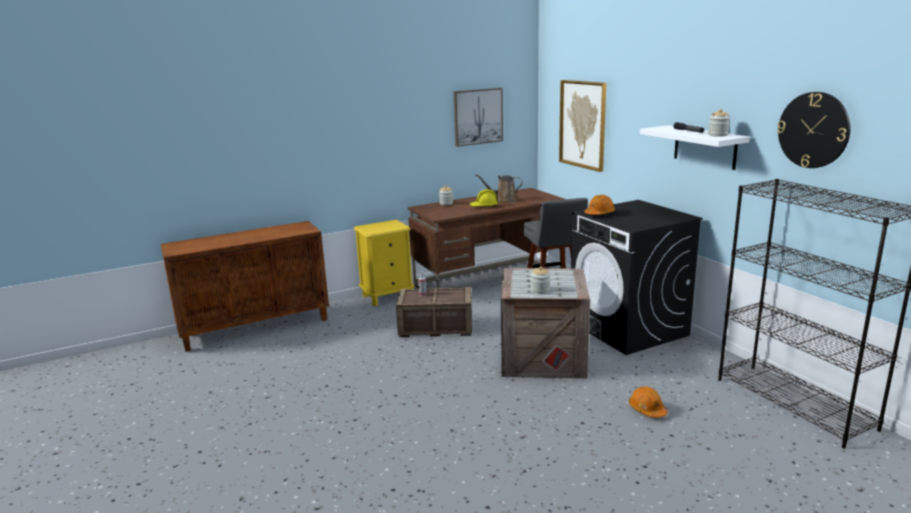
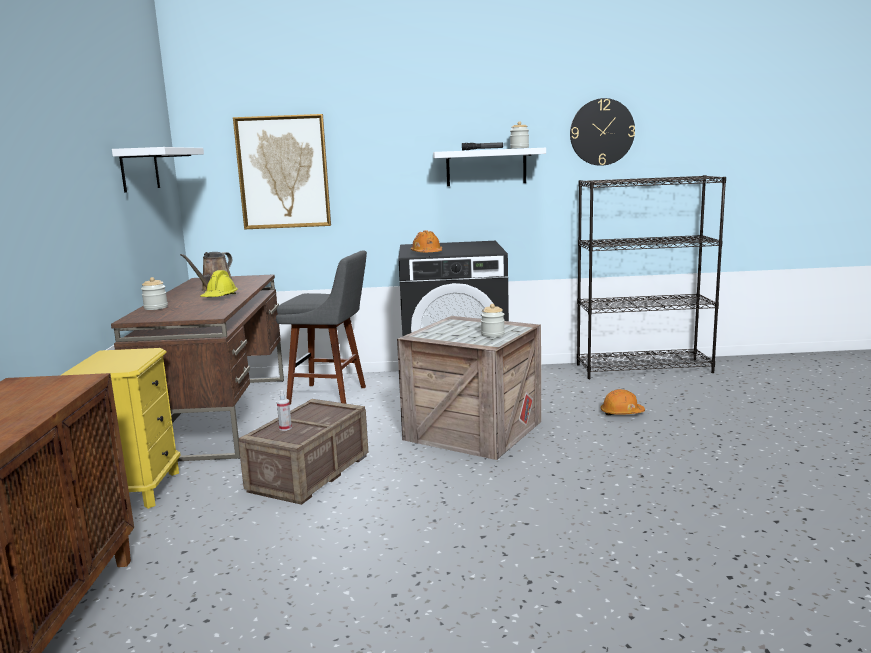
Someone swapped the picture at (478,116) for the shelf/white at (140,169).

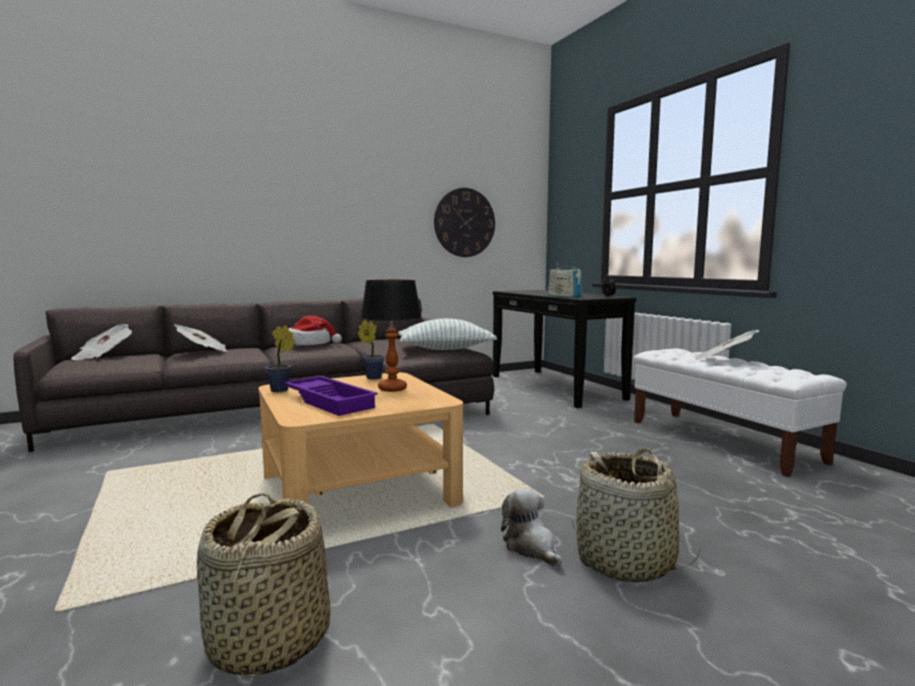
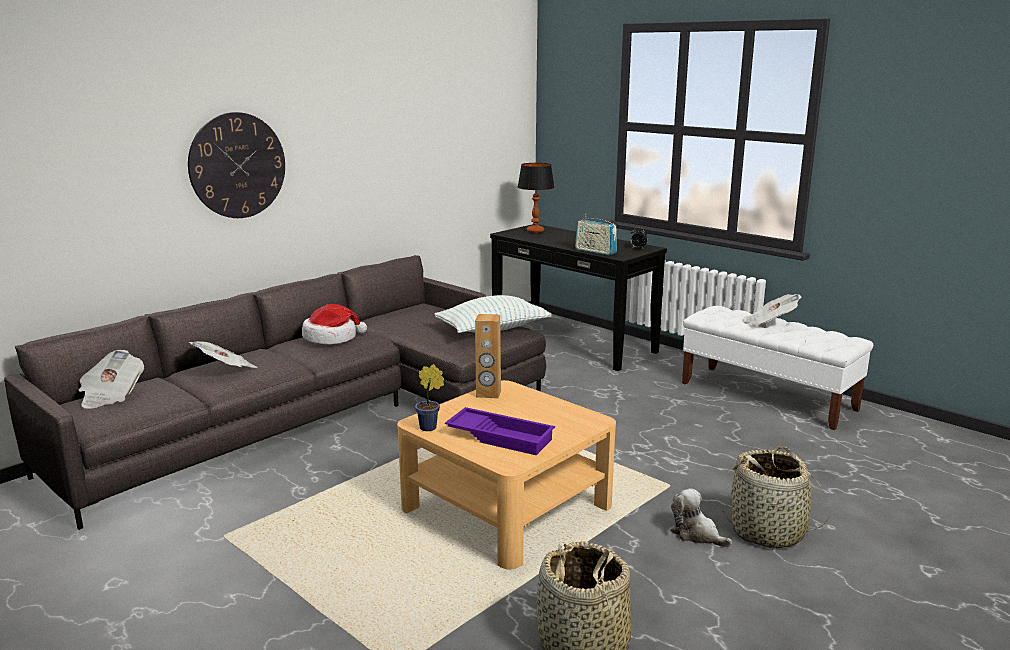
Someone carried the wall clock from (464,222) to (237,165). Someone carried the table lamp from (392,389) to (535,231). Someone swapped the potted plant at (372,377) for the speaker/brown at (488,394).

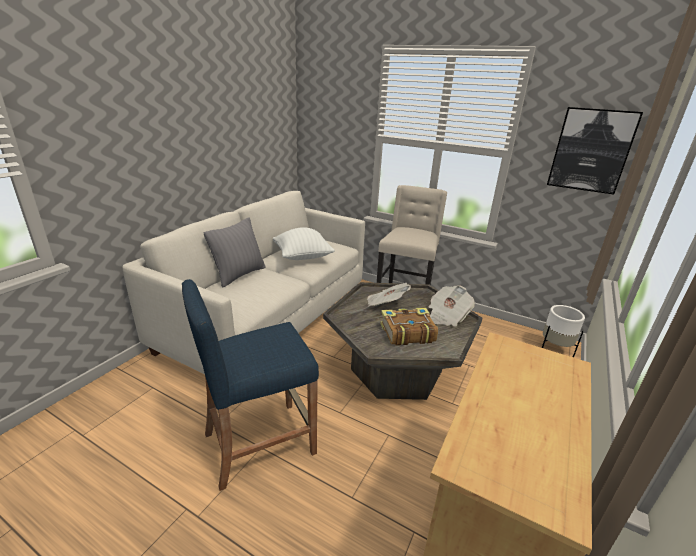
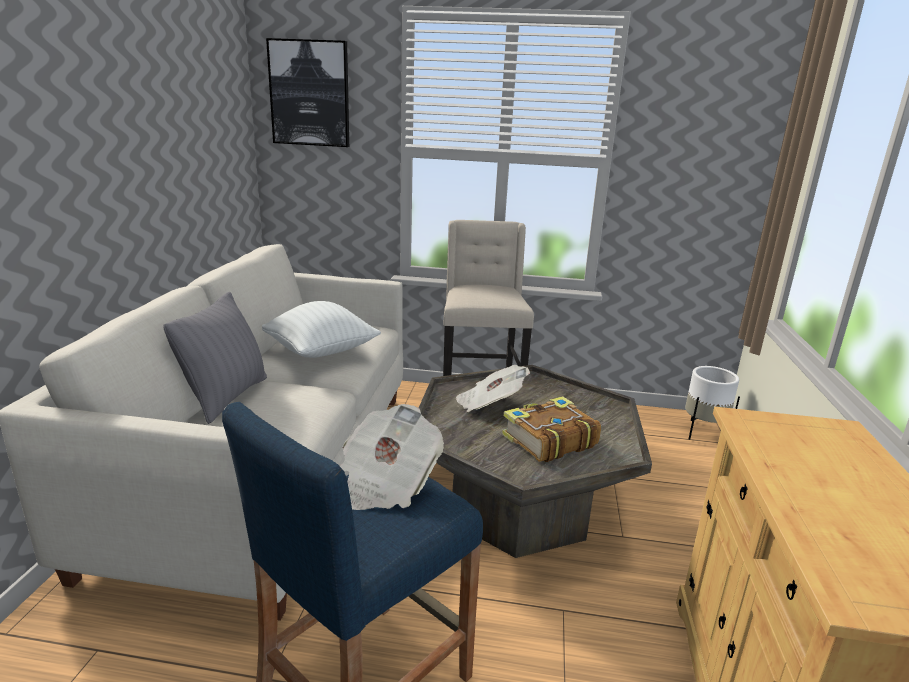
Someone carried the picture from (591,150) to (310,93). Someone carried the newspaper from (447,316) to (386,482).

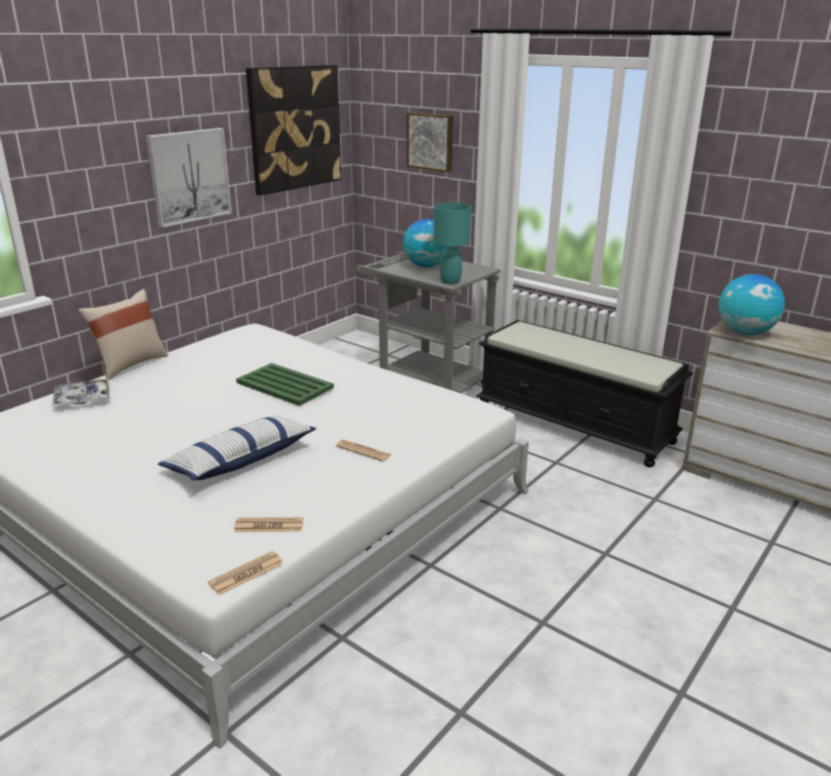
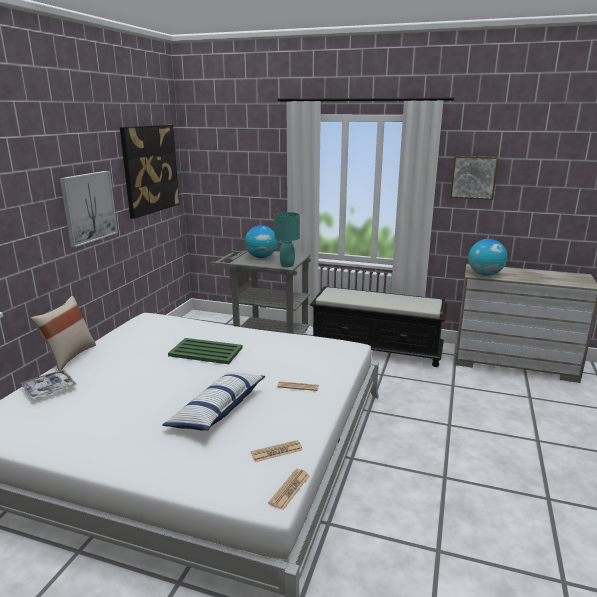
Someone carried the picture from (431,141) to (473,177).

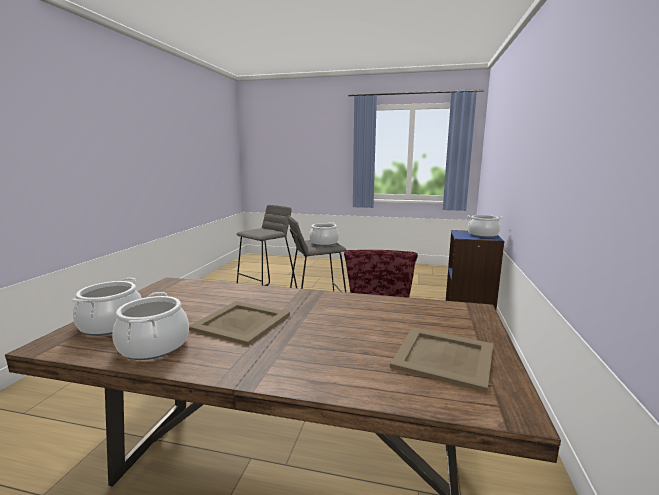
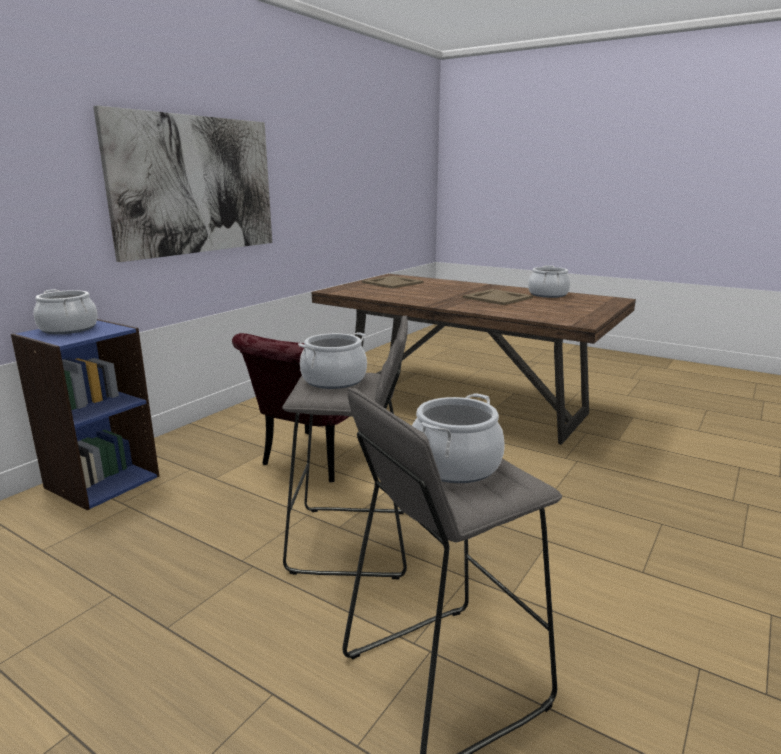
Someone carried the cooking pot from (112,325) to (454,465). Someone put up the picture at (195,185).

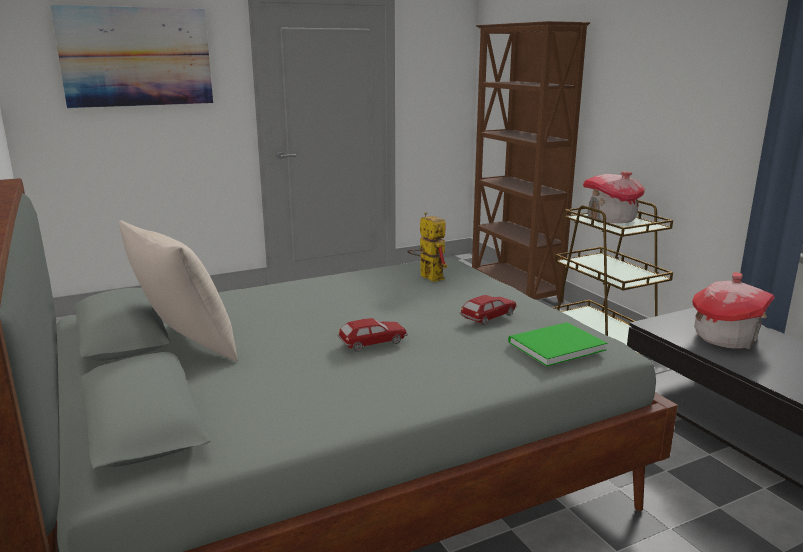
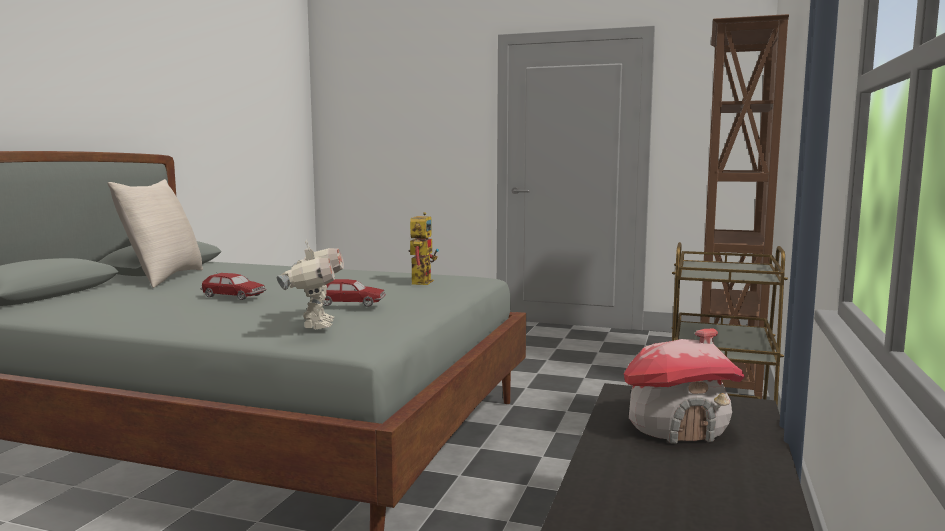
Someone took away the picture at (136,57). Someone took away the toy house at (611,219). Someone swapped the book/green at (553,346) for the toy robot at (315,325).

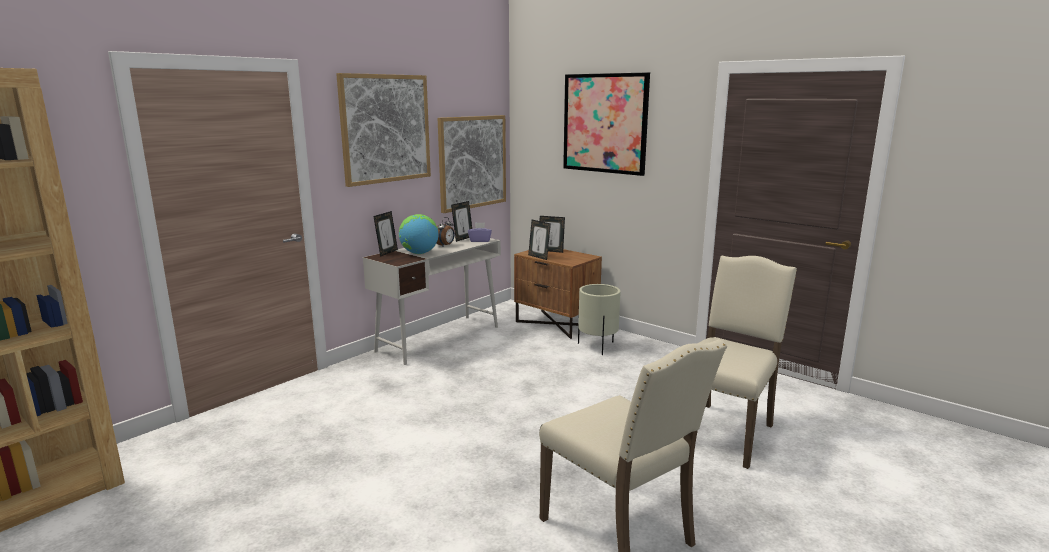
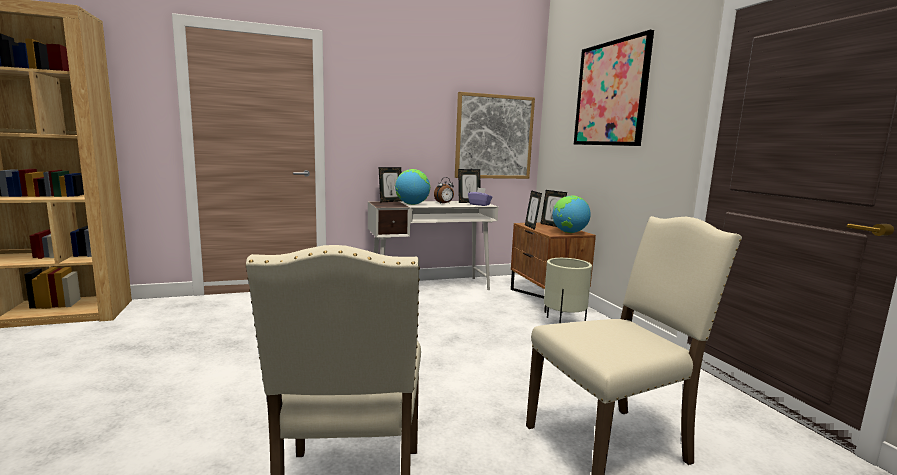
Someone took away the picture at (385,128). Someone put down the globe at (569,232).

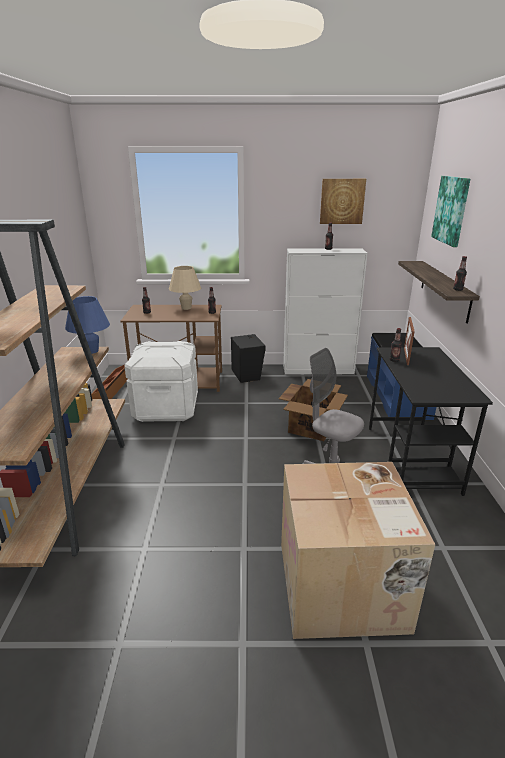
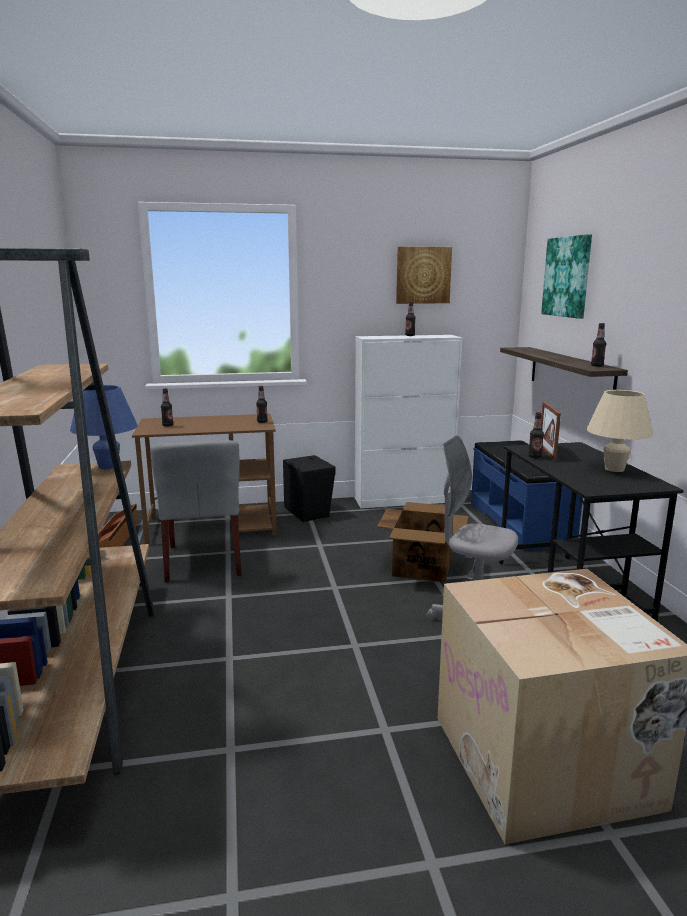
Someone carried the table lamp/beige from (186,308) to (614,469). Someone swapped the storage box/white at (166,408) for the chair/grey at (204,561).

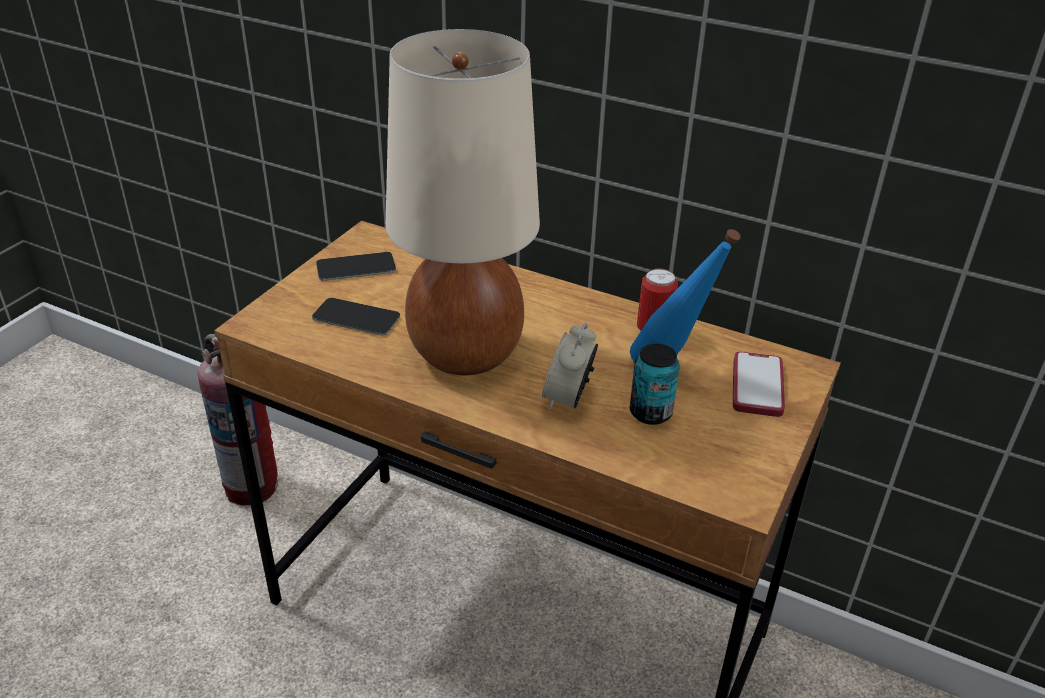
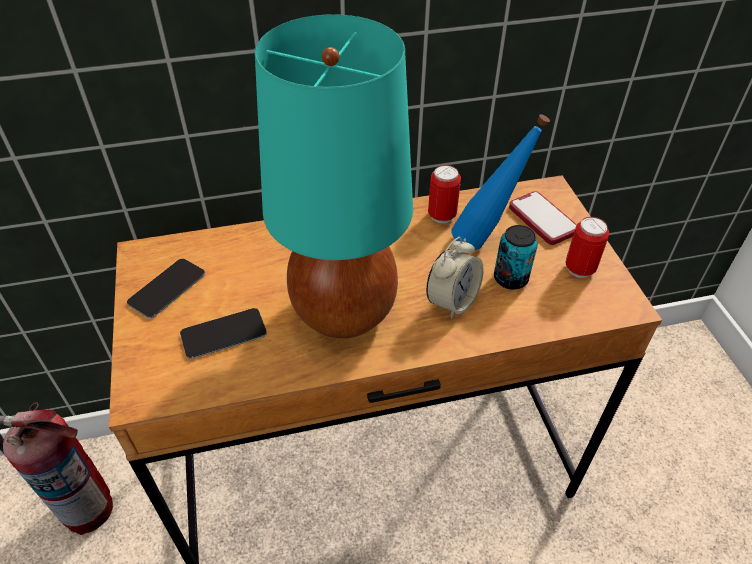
Someone repainted the table lamp/beige at (467,353), which became the table lamp/turquoise at (345,310). Someone rotated the alarm clock at (568,398) by 120 degrees counterclockwise. Someone put down the can at (579,269).

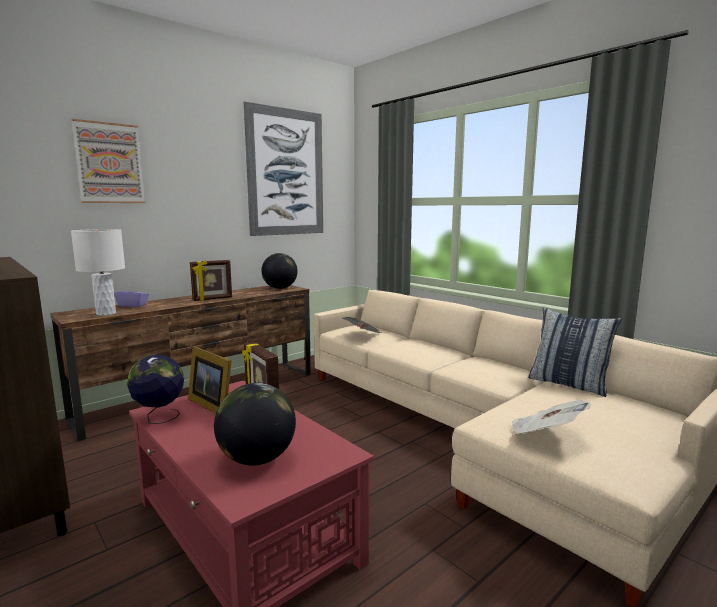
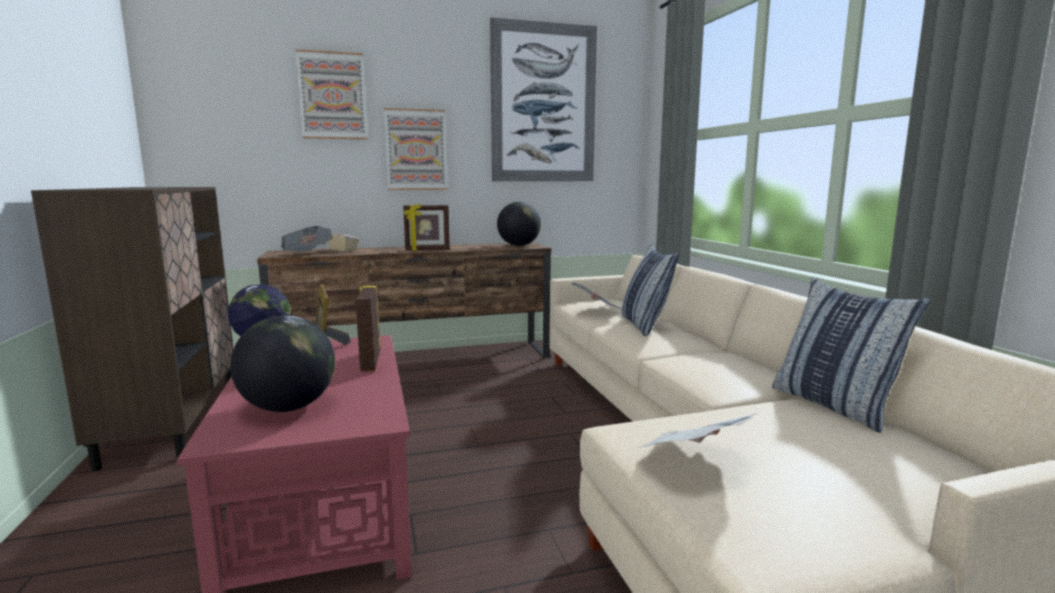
Someone swapped the table lamp/white at (105,313) for the newspaper at (307,254). Someone repainted the tissue box/purple at (133,305), which became the tissue box/beige at (344,250). Someone put up the picture at (416,150). Someone put down the pillow at (645,325).

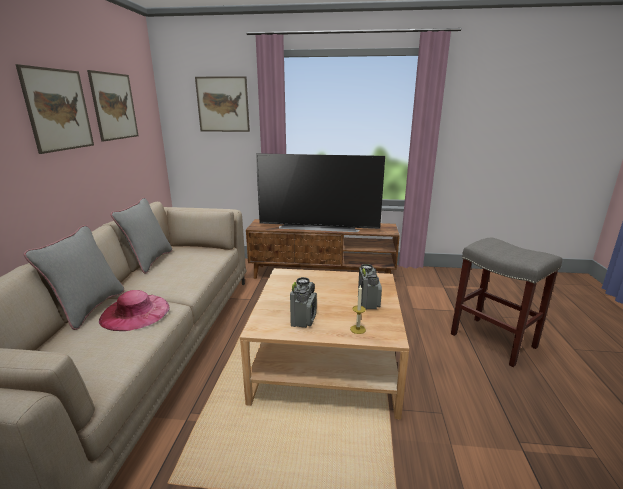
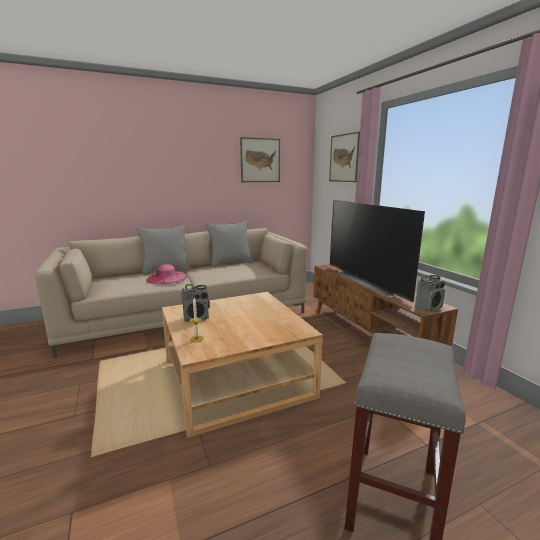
Someone took away the picture at (58,110). Someone carried the radio from (368,302) to (428,308).

